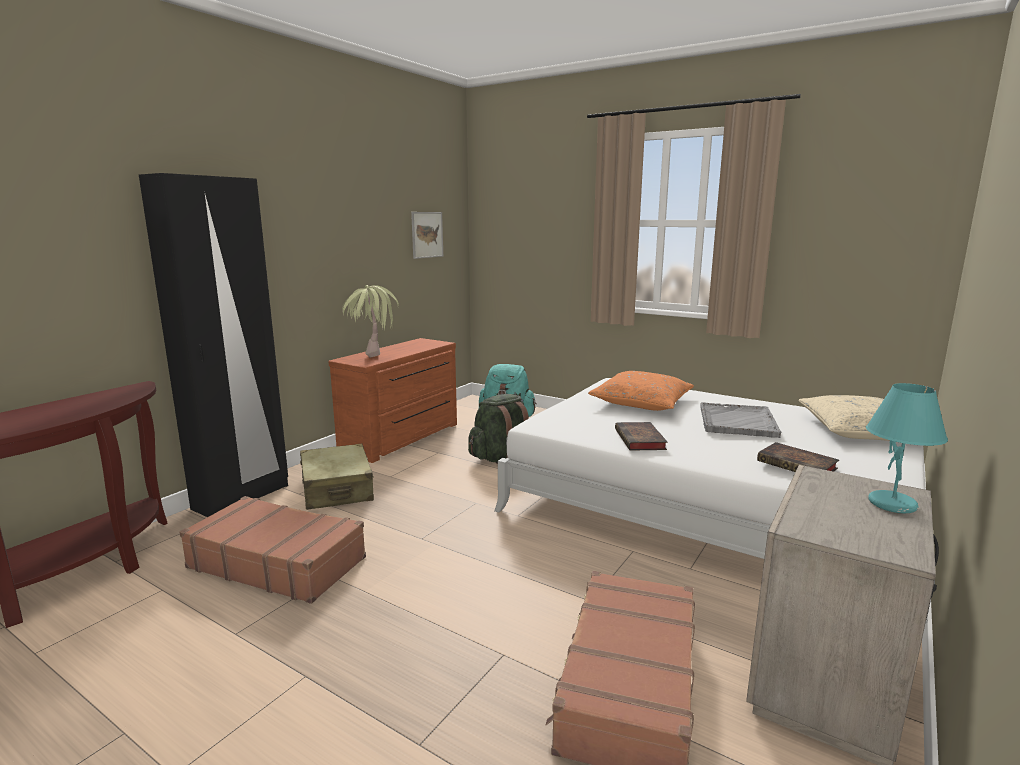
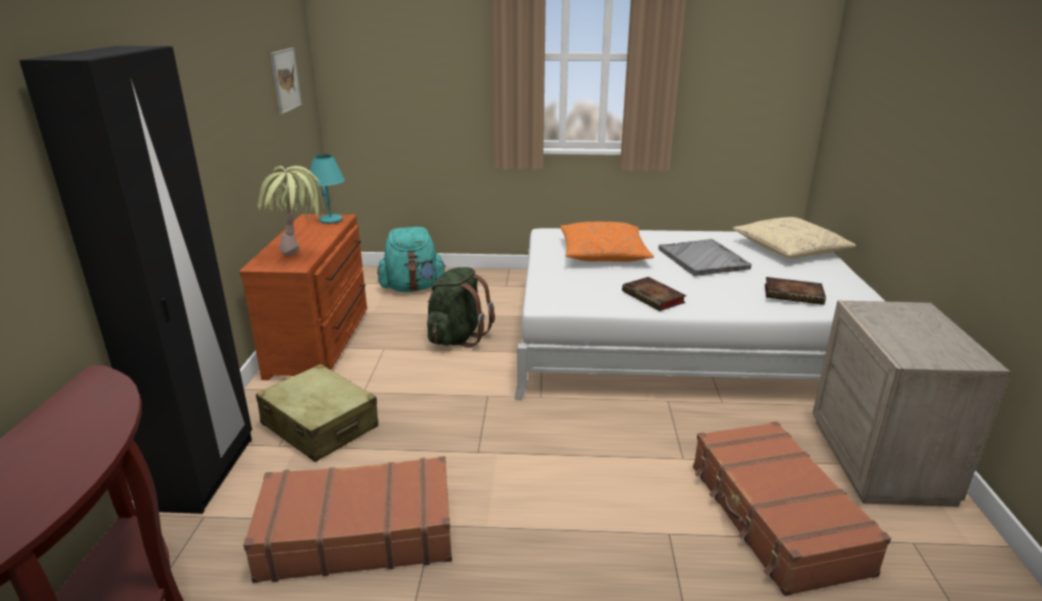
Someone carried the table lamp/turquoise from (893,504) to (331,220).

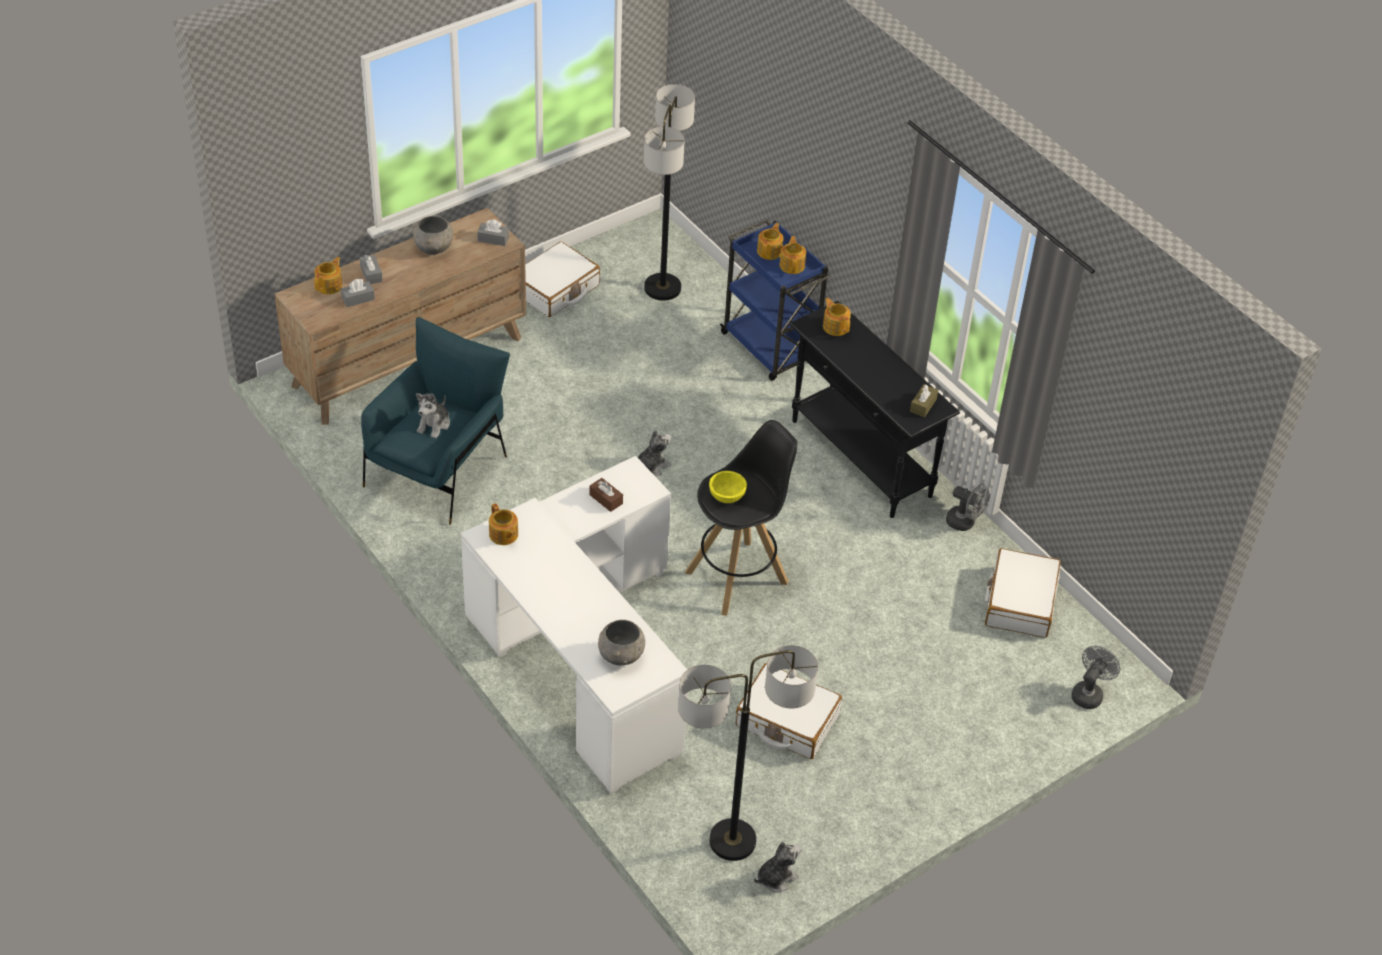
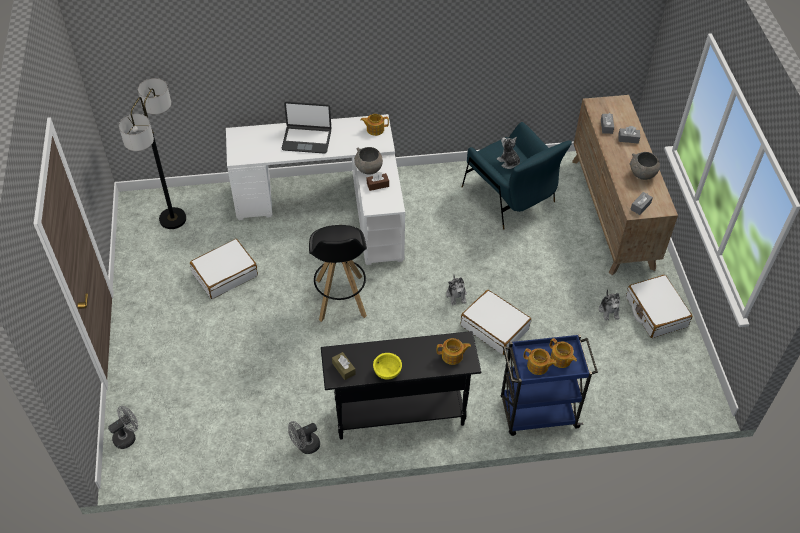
Someone took away the floor lamp at (662,288). Someone took away the teapot at (329,285). Someone carried the bowl/yellow from (726,496) to (387,371). Someone carried the suitcase/white from (1020,602) to (495,327). Someone carried the bowl/grey from (621,656) to (368,169). Someone rotated the fan/grey at (1089,693) by 105 degrees counterclockwise. Someone carried the plush toy from (776,877) to (609,310). Someone put down the laptop at (307,139).

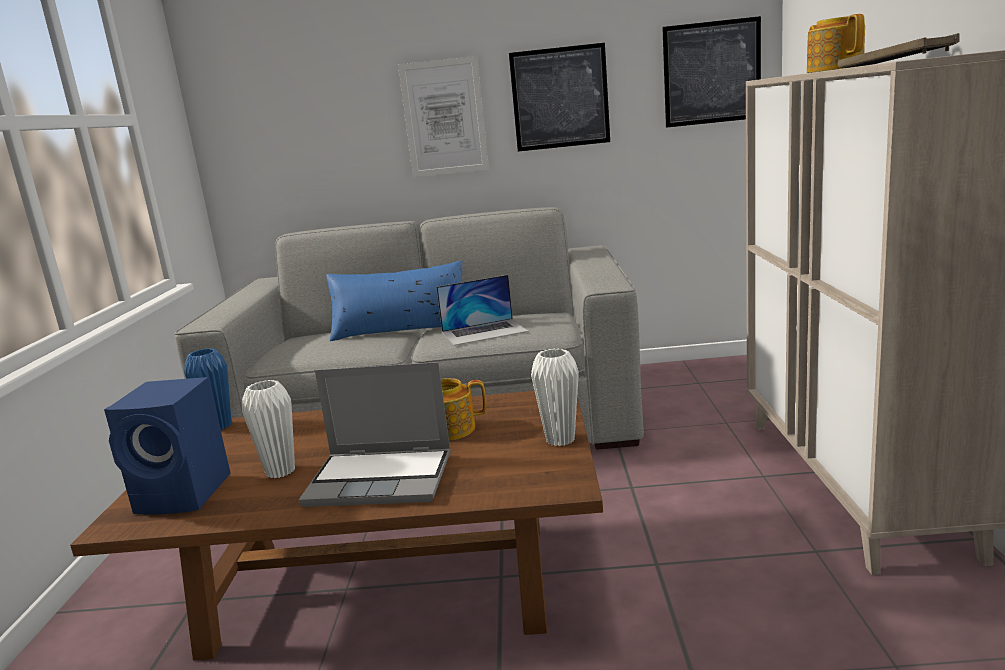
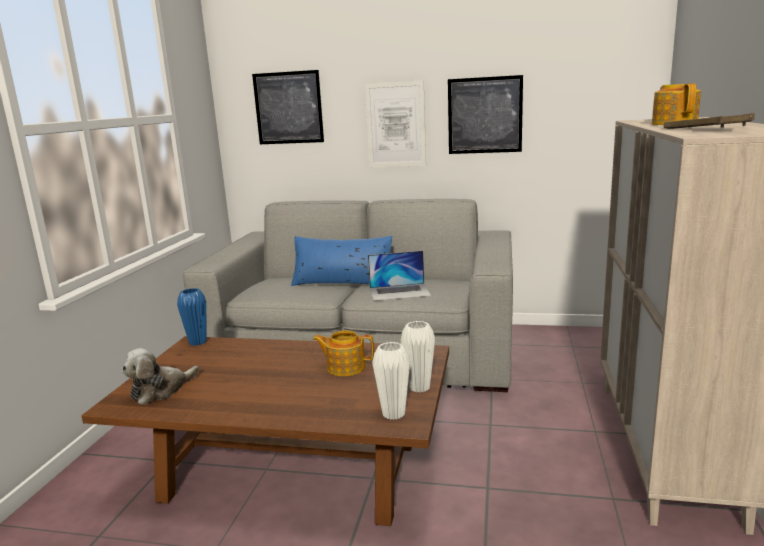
Someone carried the picture from (711,73) to (288,108). Someone took away the laptop at (382,479). Someone swapped the speaker/blue at (186,494) for the plush toy at (161,390). Someone carried the vase/white from (280,471) to (393,414).

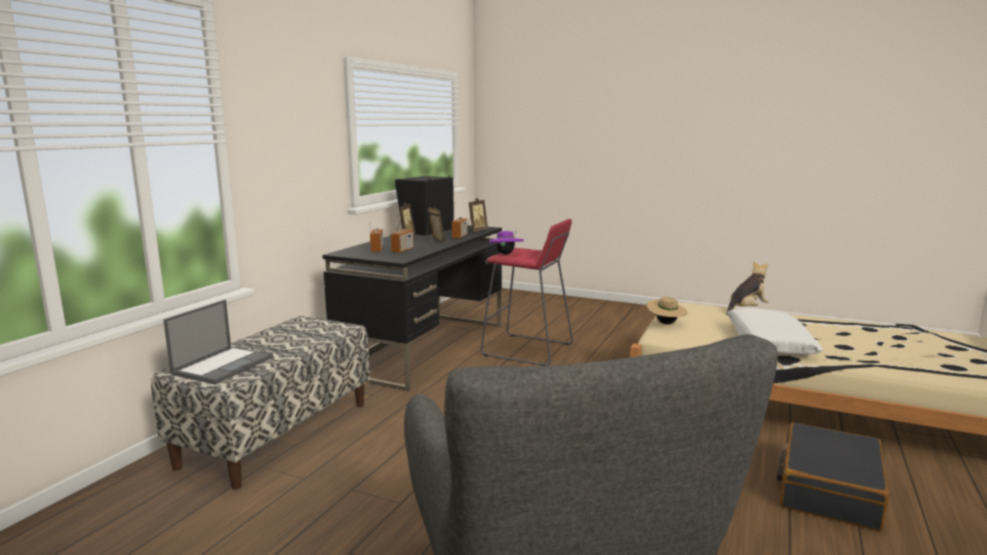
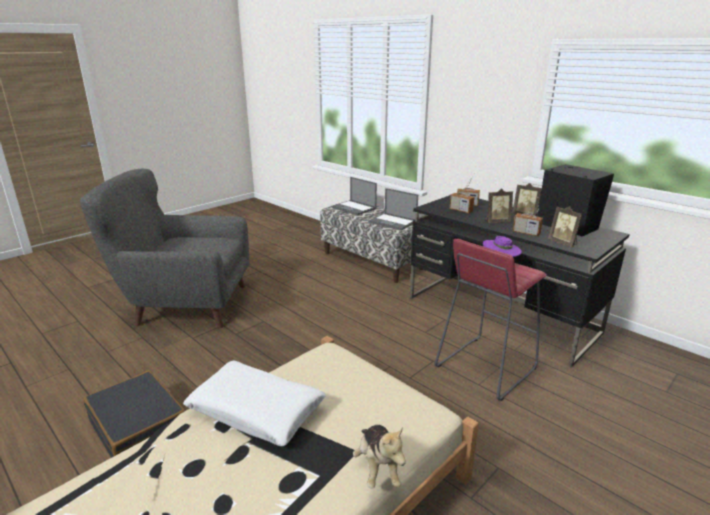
Someone took away the hat/beige at (665,323). Someone put down the laptop at (393,222).

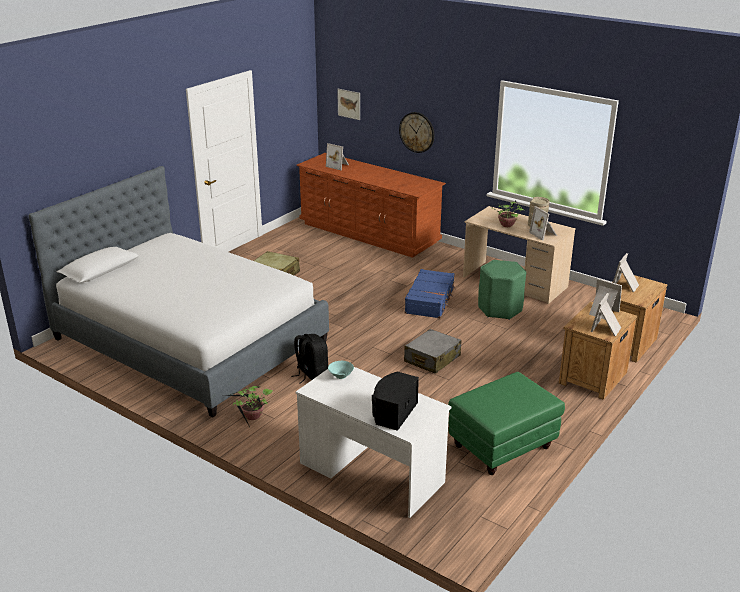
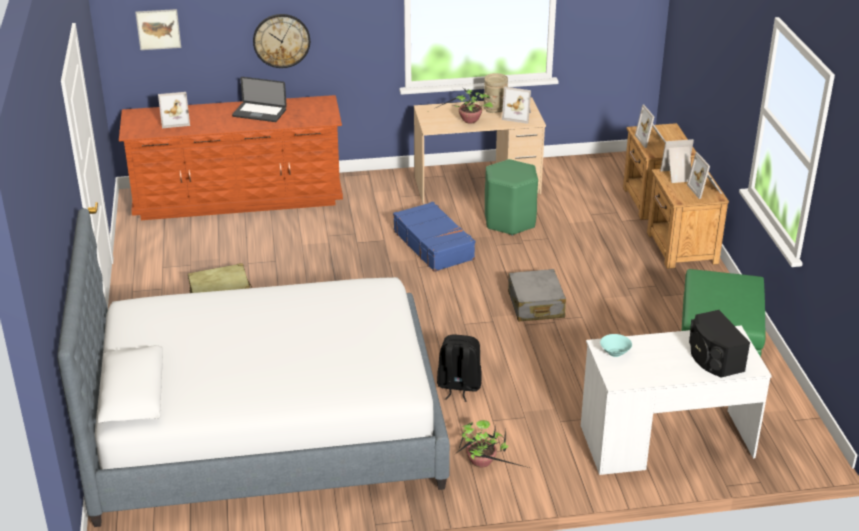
Someone put down the laptop at (259,113).

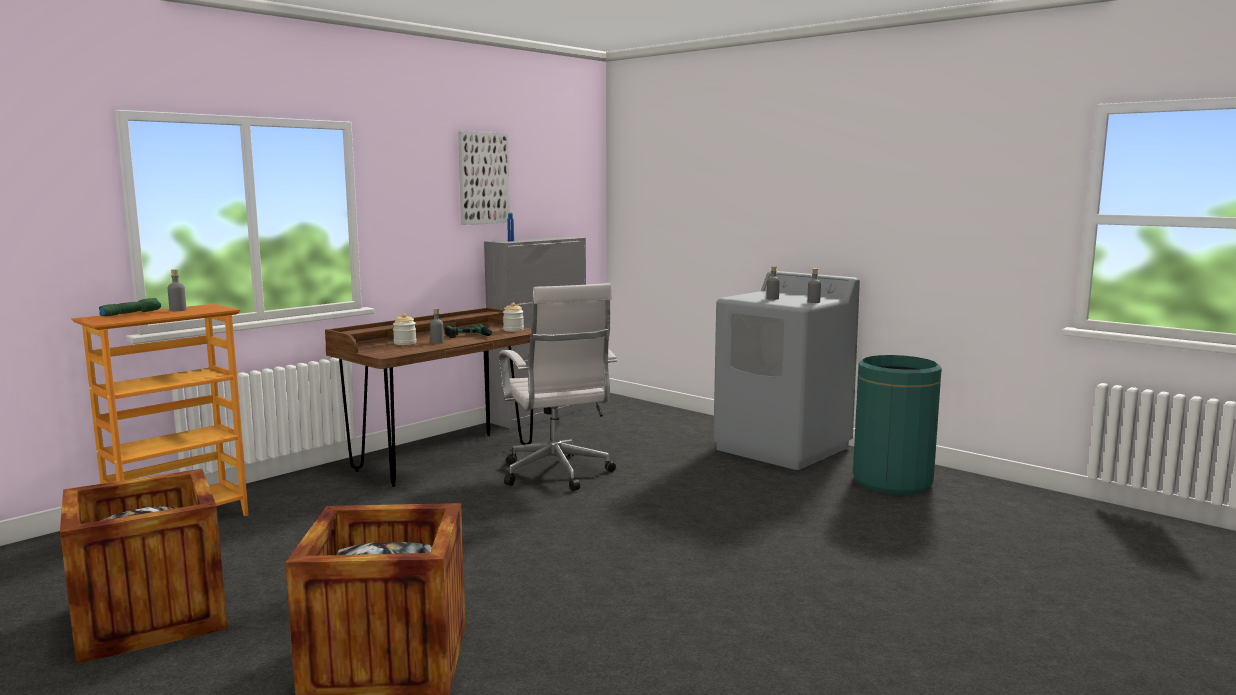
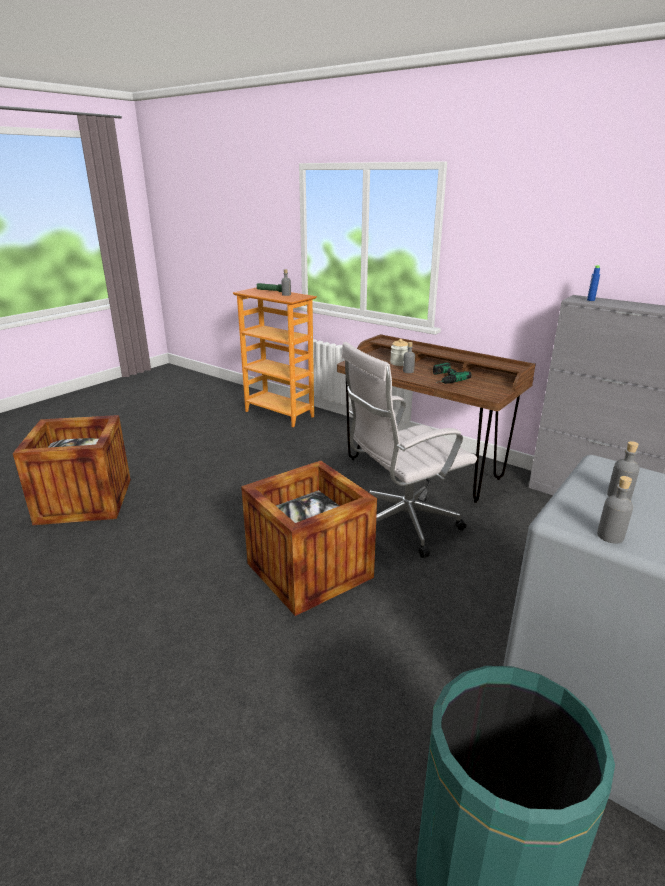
Someone took away the picture at (483,178). Someone took away the jar at (513,330). Someone carried the crate from (150,617) to (309,570).

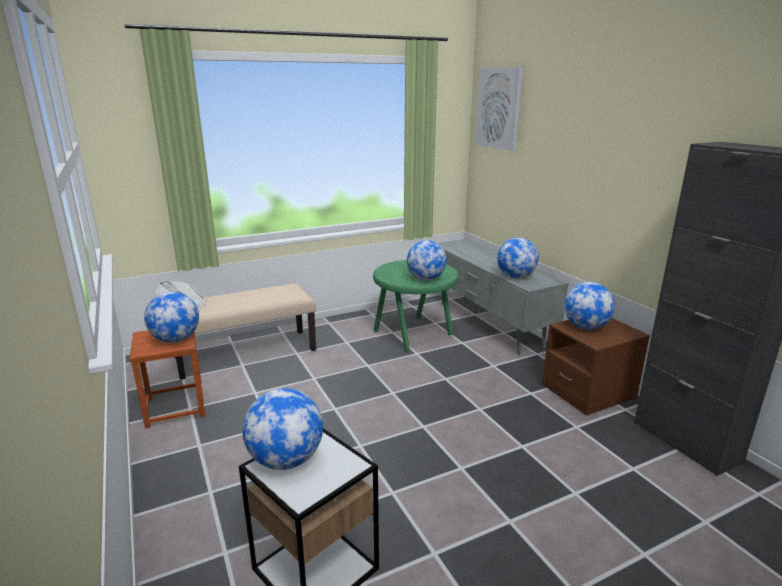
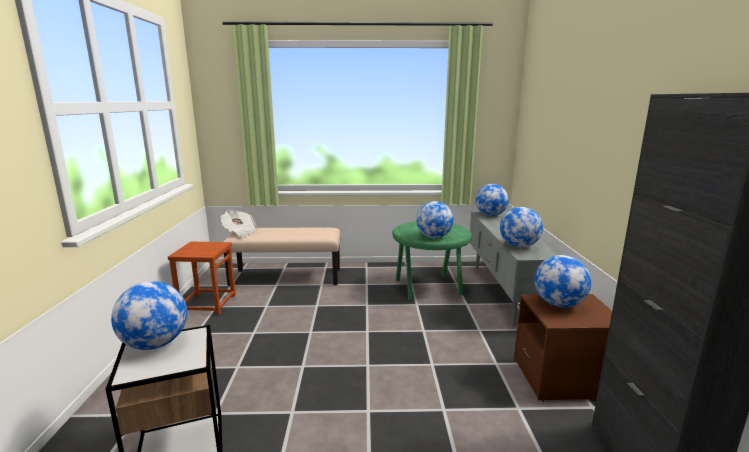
Someone took away the picture at (499,108). Someone carried the globe from (175,339) to (490,215).

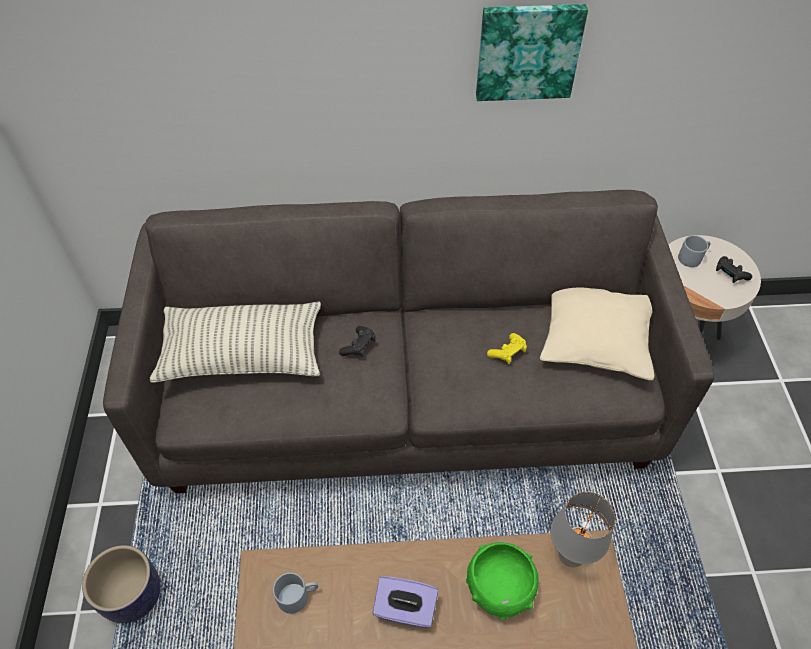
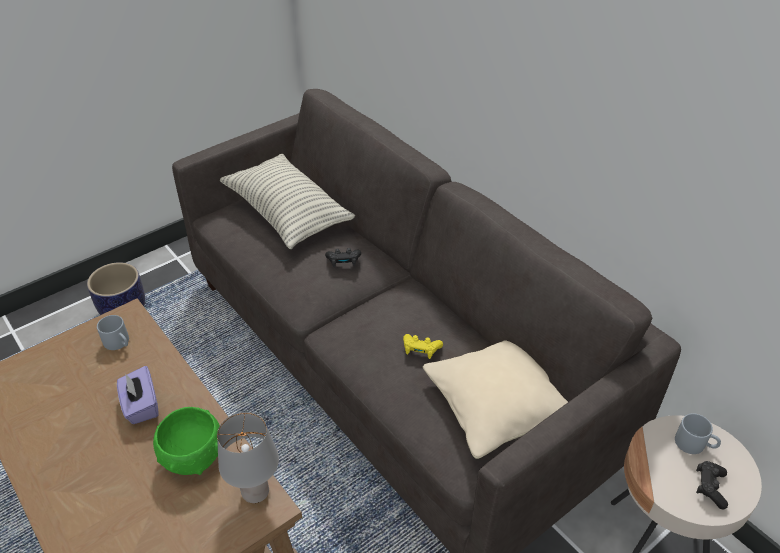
Someone took away the picture at (528,51).

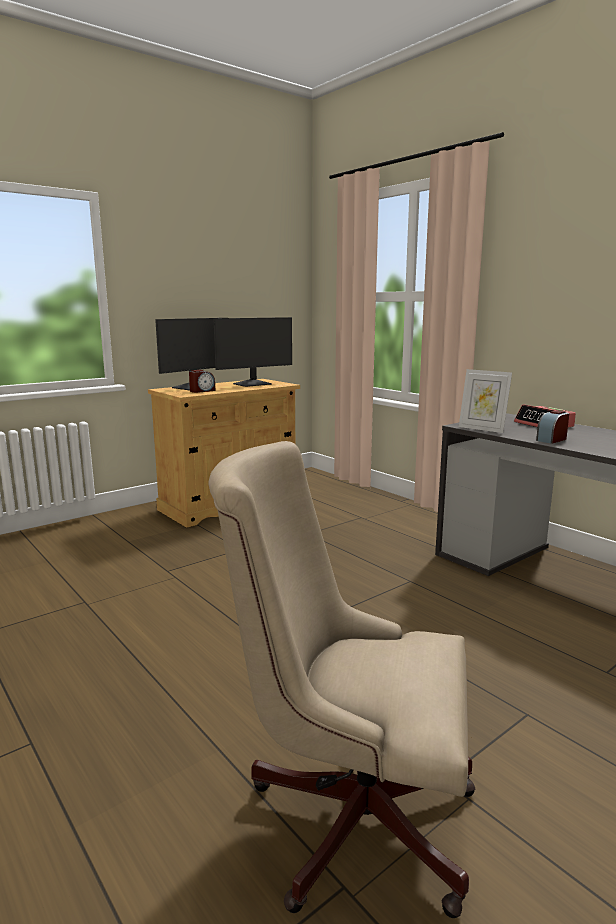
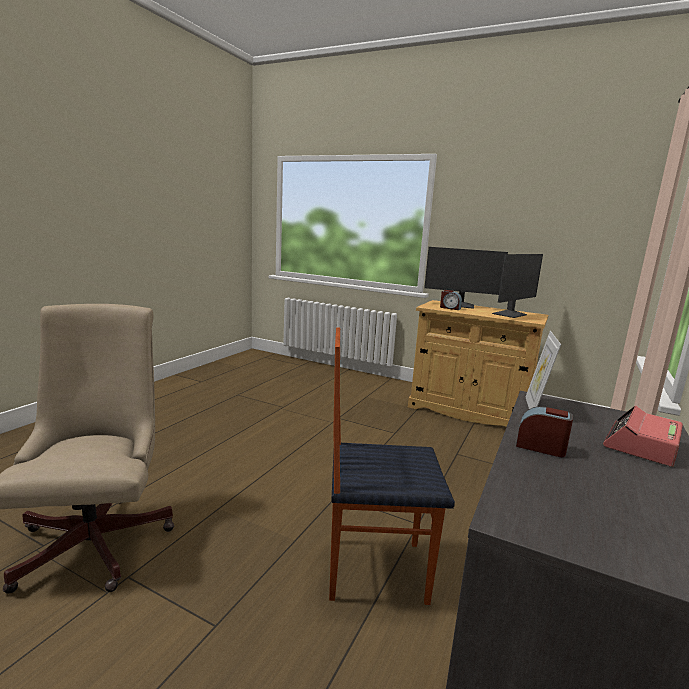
Someone rotated the monitor at (253,384) by 75 degrees counterclockwise. Someone put down the chair at (375,568).

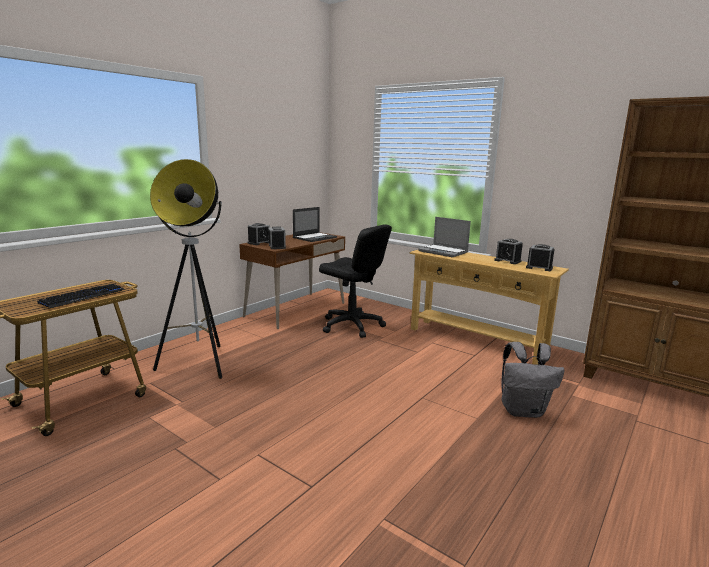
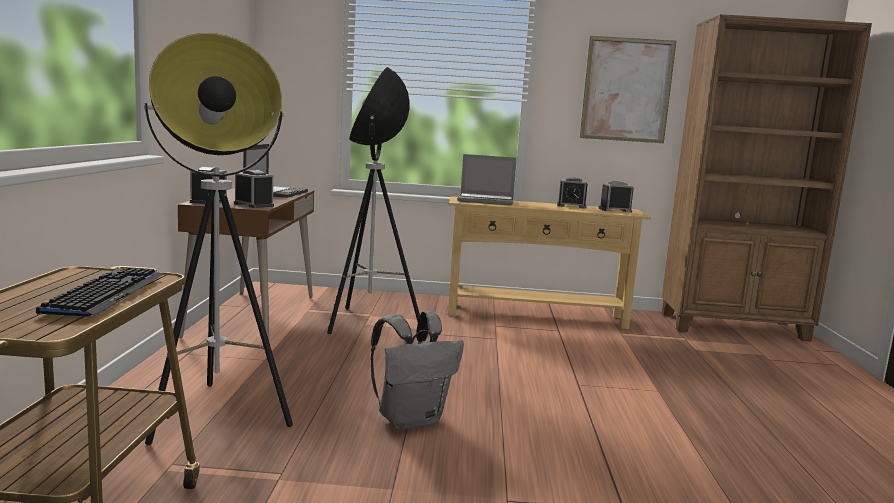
Someone swapped the office chair/black at (352,325) for the floor lamp at (369,323). Someone carried the backpack/grey from (523,411) to (411,419). Someone put up the picture at (627,90).

